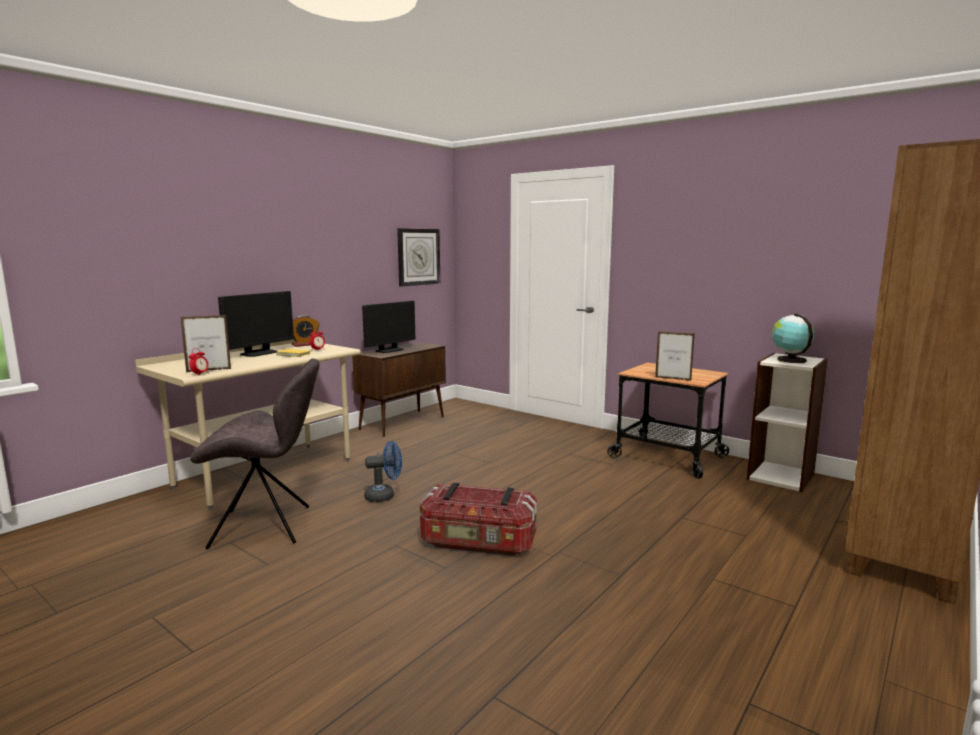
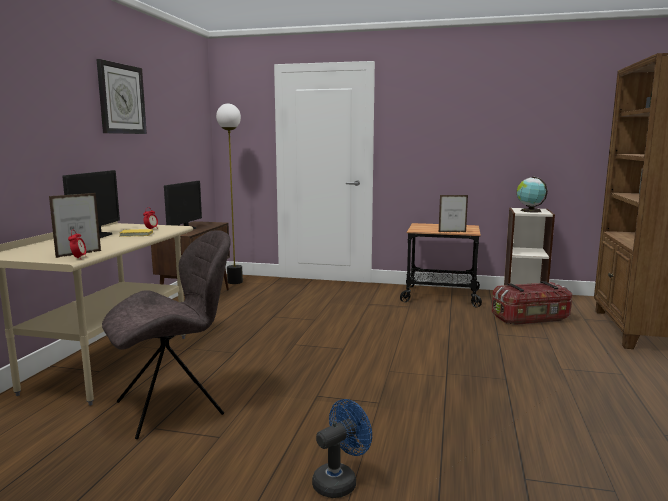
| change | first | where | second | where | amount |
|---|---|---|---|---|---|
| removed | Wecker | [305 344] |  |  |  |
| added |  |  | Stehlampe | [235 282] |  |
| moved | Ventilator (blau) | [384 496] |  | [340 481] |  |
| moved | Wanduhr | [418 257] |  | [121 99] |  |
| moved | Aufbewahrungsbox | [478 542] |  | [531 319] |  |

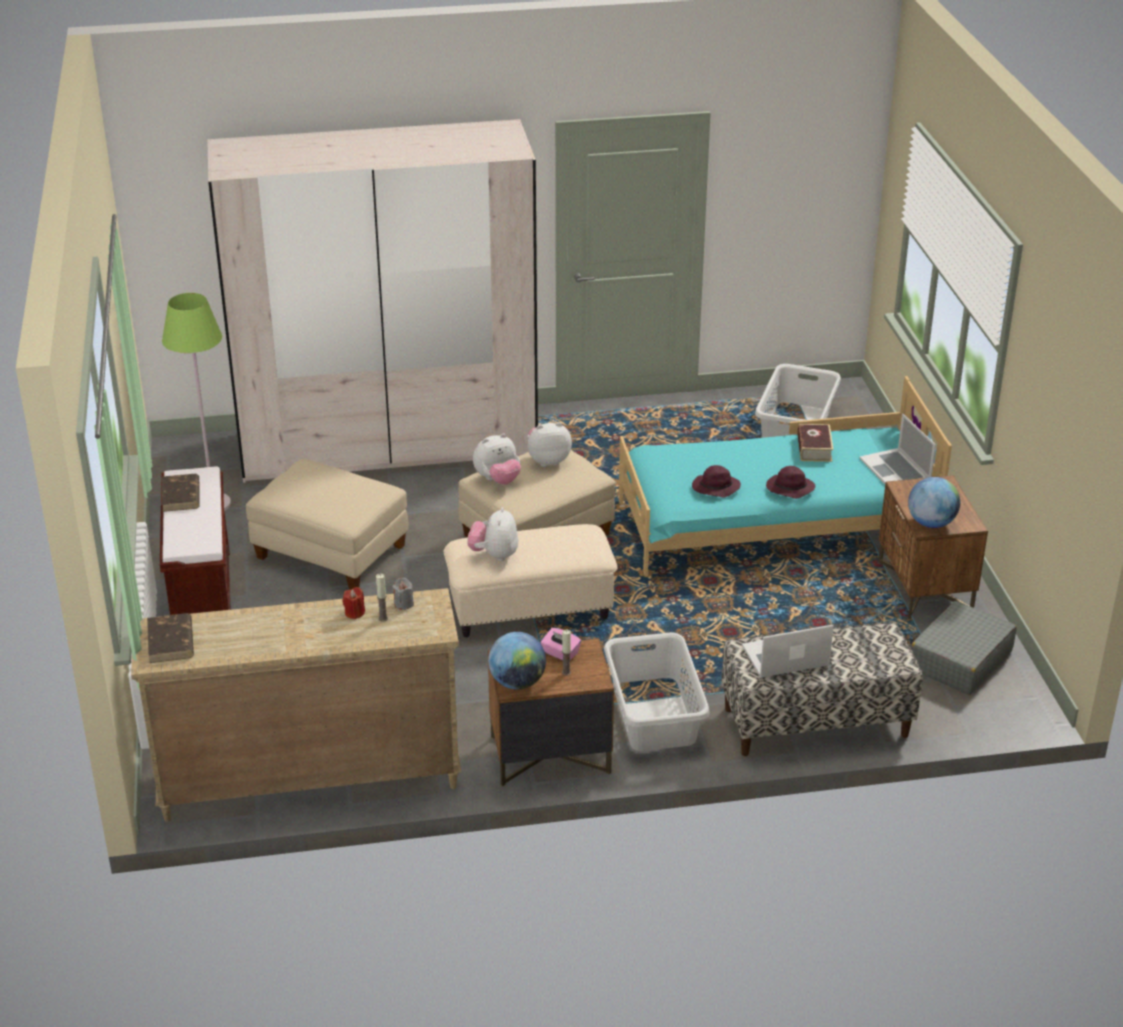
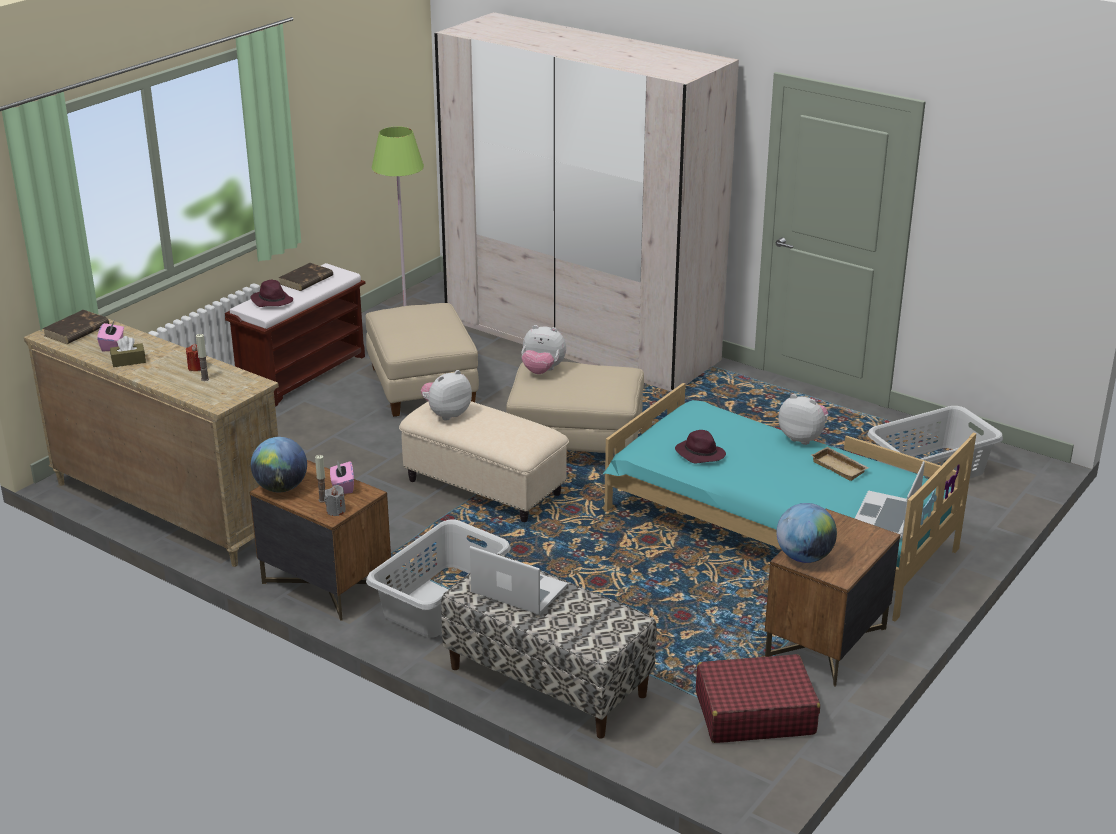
| change | first | where | second | where | amount |
|---|---|---|---|---|---|
| added |  |  | Taschentuchbox (rosa) | [112 345] |  |
| added |  |  | Taschentuchbox (braun) | [128 361] |  |
| moved | Kerze (grau) | [403 604] |  | [336 511] |  |
| moved | Plüschtier | [548 460] |  | [802 438] |  |
| moved | Hut (lila) | [789 489] |  | [271 301] |  |
| replaced | Buch | [814 448] | Tablett (beige) | [840 467] |  |
| recoloured | Koffer (grau) | [959 660] | Koffer (rot) | [754 713] |  |

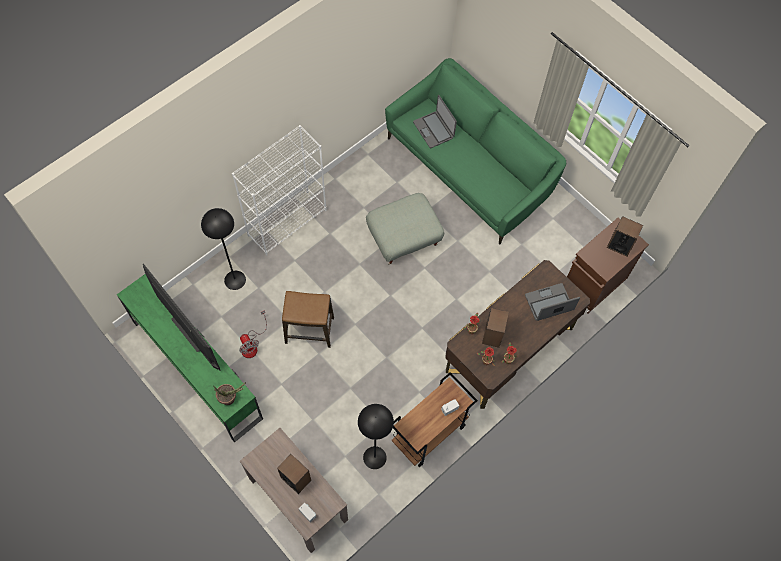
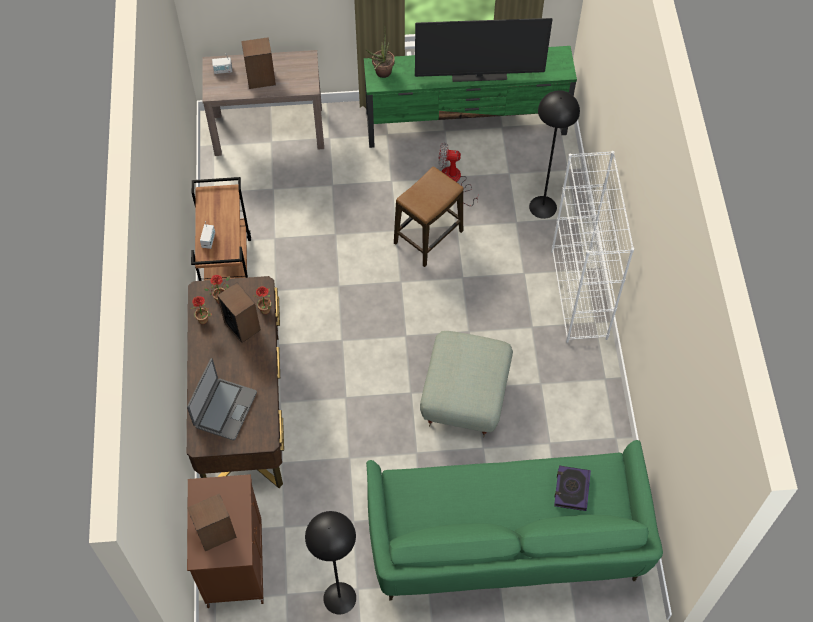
| change | first | where | second | where | amount |
|---|---|---|---|---|---|
| moved | Stehlampe (schwarz) | [375 457] |  | [339 598] |  |
| replaced | Laptop | [434 130] | Buch | [571 489] |  |

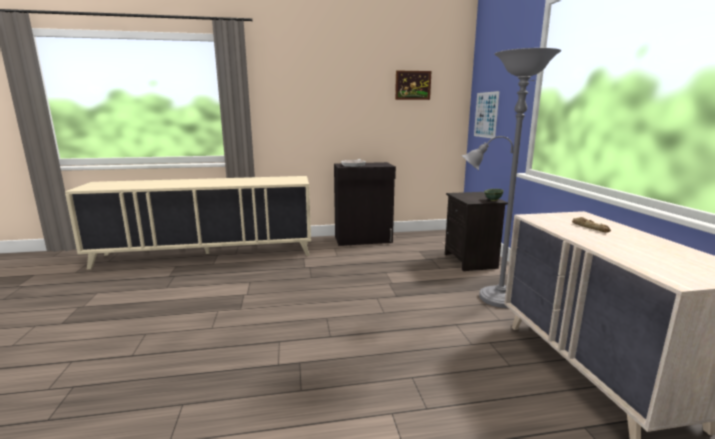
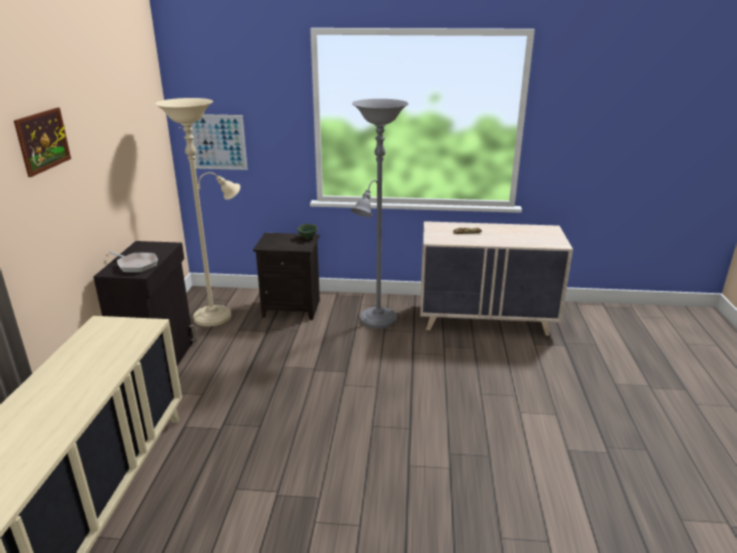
| change | first | where | second | where | amount |
|---|---|---|---|---|---|
| added |  |  | Stehlampe (beige) | [217 315] |  |
| moved | Bild | [413 85] |  | [43 141] |  |

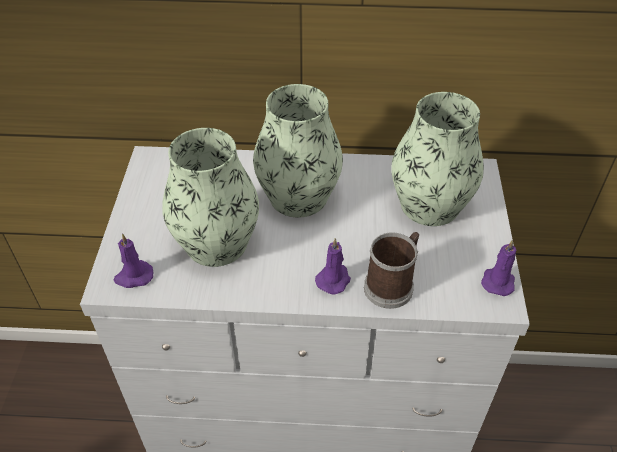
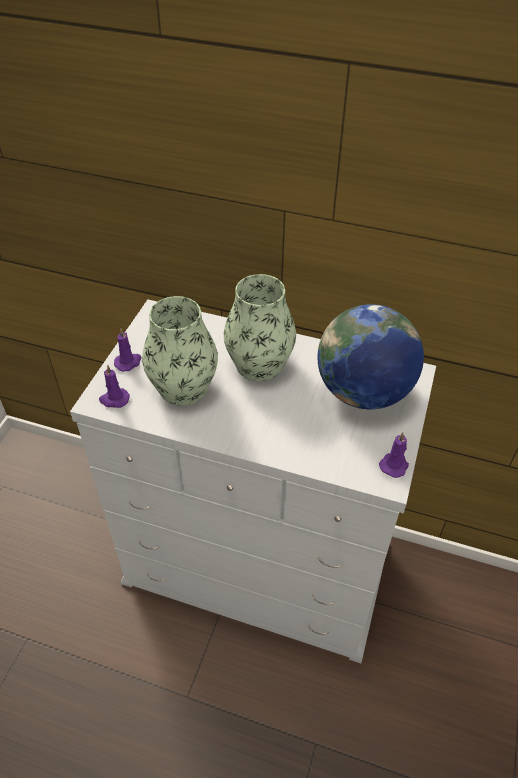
| change | first | where | second | where | amount |
|---|---|---|---|---|---|
| removed | Henkelbecher | [392 285] |  |  |  |
| moved | Kerze (lila) | [334 279] |  | [128 362] |  |
| replaced | Vase | [430 204] | Globus | [363 392] |  |

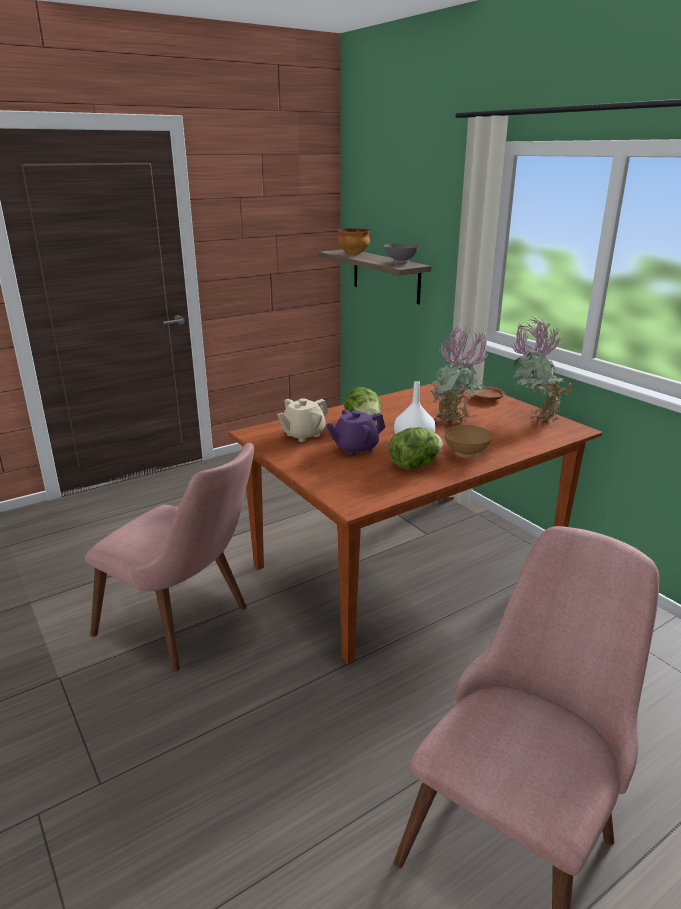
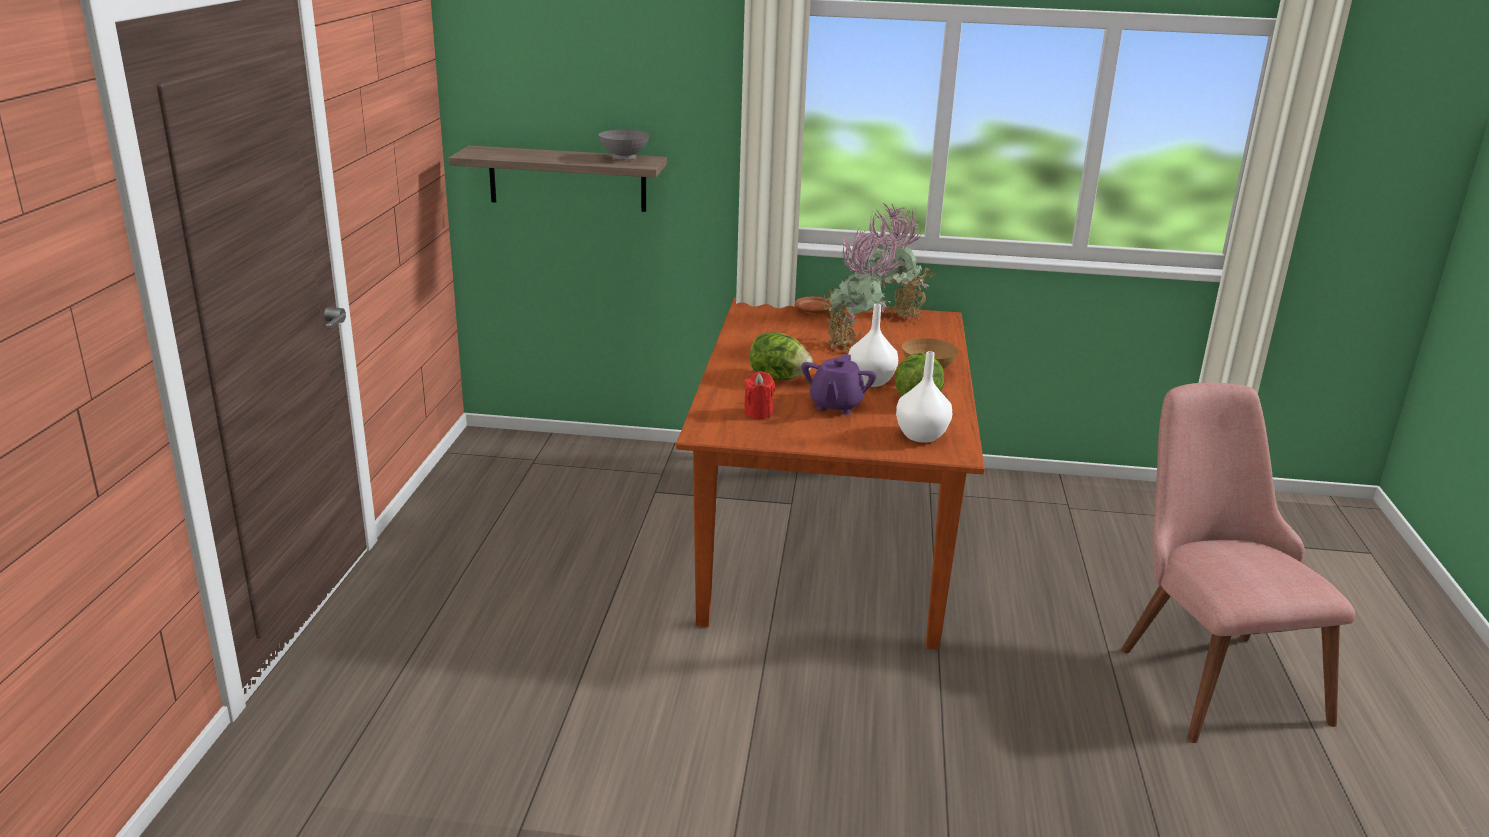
| change | first | where | second | where | amount |
|---|---|---|---|---|---|
| removed | Stuhl (rosa) | [187 625] |  |  |  |
| removed | Schüssel | [353 254] |  |  |  |
| added |  |  | Vase (weiß) | [920 436] |  |
| replaced | Teekanne (beige) | [303 435] | Kerze (rot) | [758 413] |  |

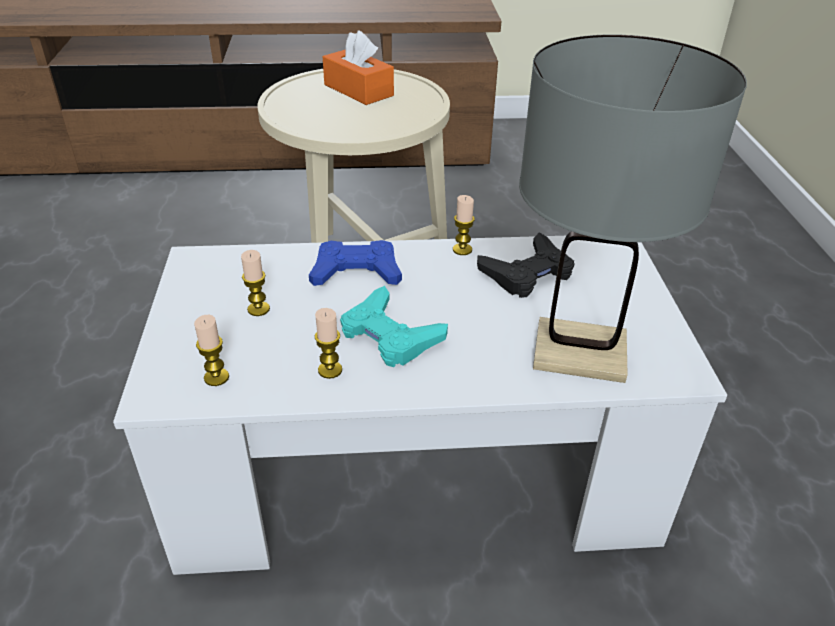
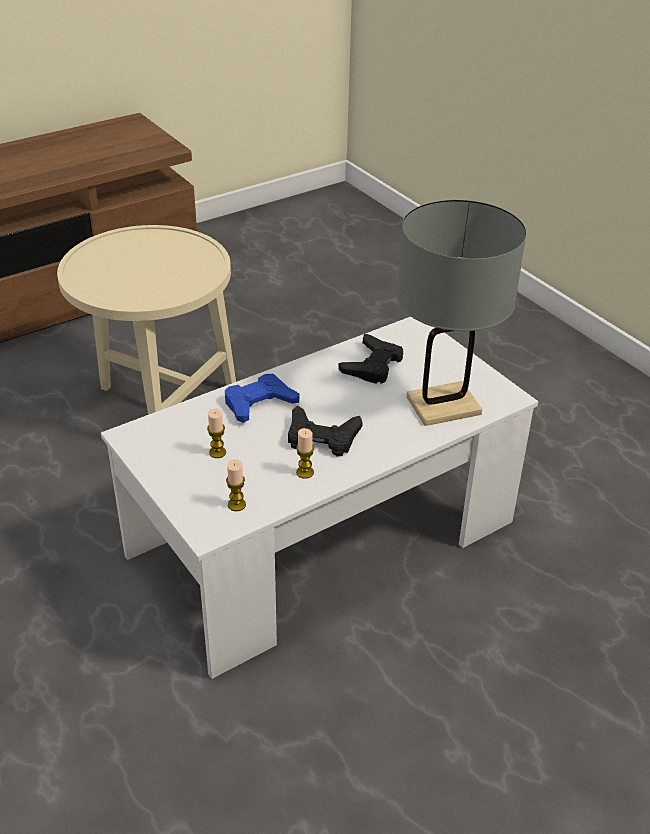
| change | first | where | second | where | amount |
|---|---|---|---|---|---|
| removed | Taschentuchbox (orange) | [358 90] |  |  |  |
| removed | Kerze | [462 249] |  |  |  |
| recoloured | Gamepad (türkis) | [390 335] | Gamepad (schwarz) | [322 437] |  |

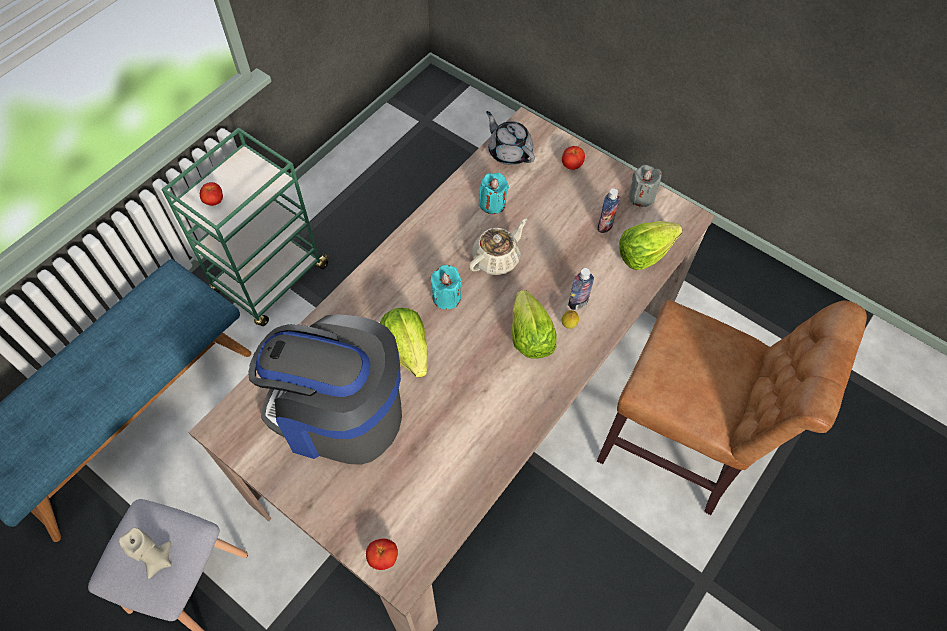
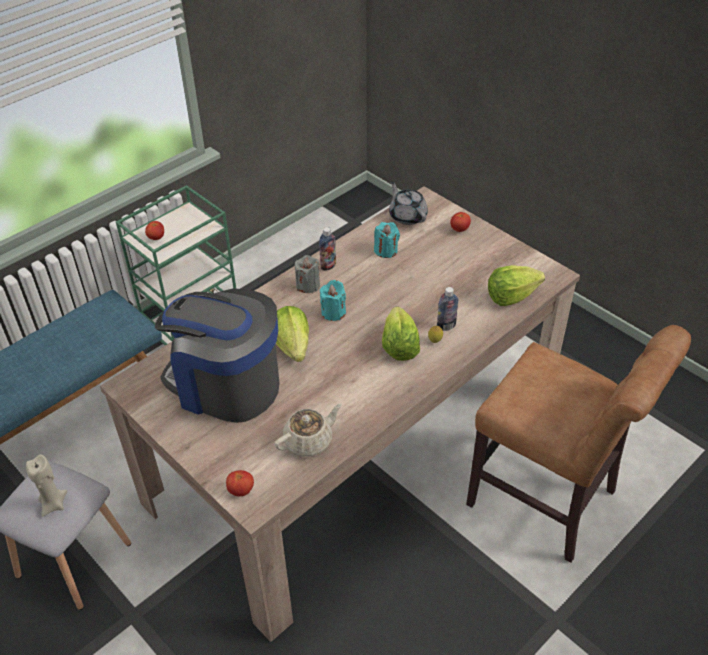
| change | first | where | second | where | amount |
|---|---|---|---|---|---|
| moved | Teekanne (beige) | [497 258] |  | [309 441] |  |
| moved | Flasche | [605 226] |  | [328 266] |  |
| moved | Kerze (grau) | [641 196] |  | [308 285] |  |

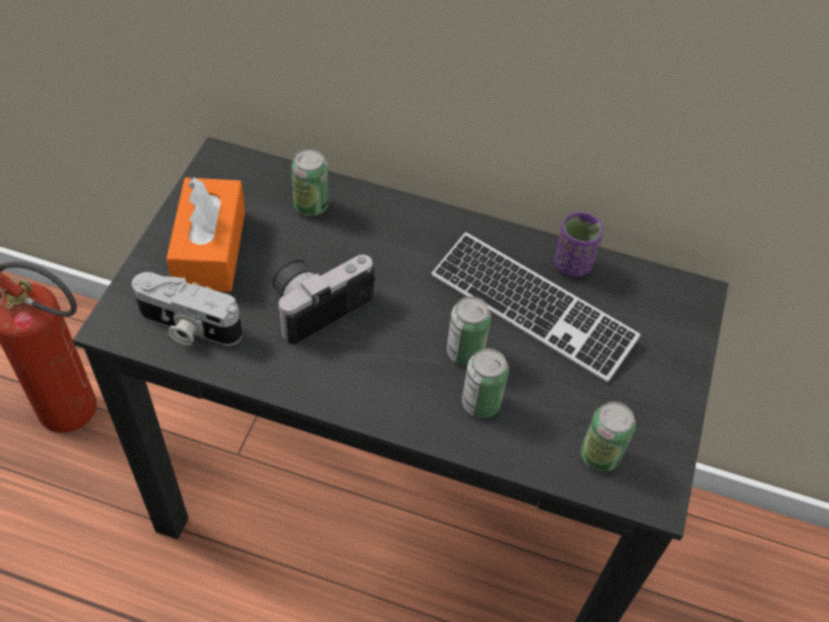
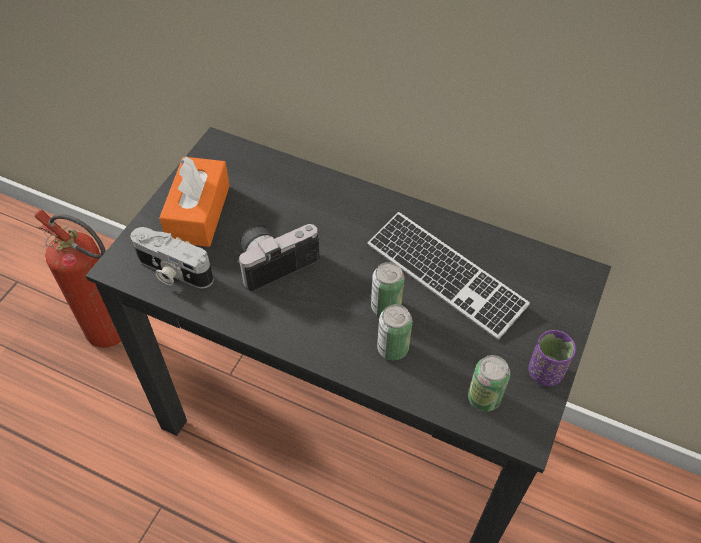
| change | first | where | second | where | amount |
|---|---|---|---|---|---|
| removed | Dose | [311 205] |  |  |  |
| moved | Tasse (lila) | [572 264] |  | [545 372] |  |

